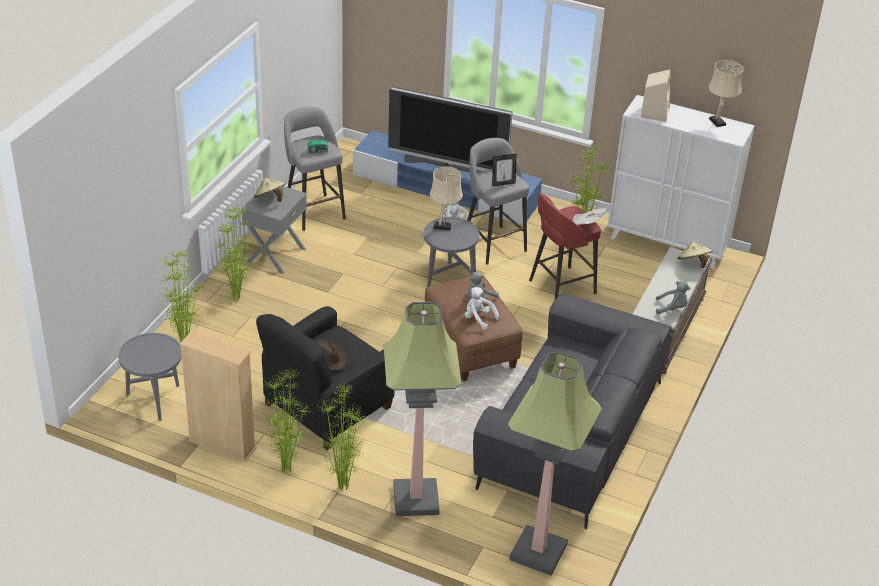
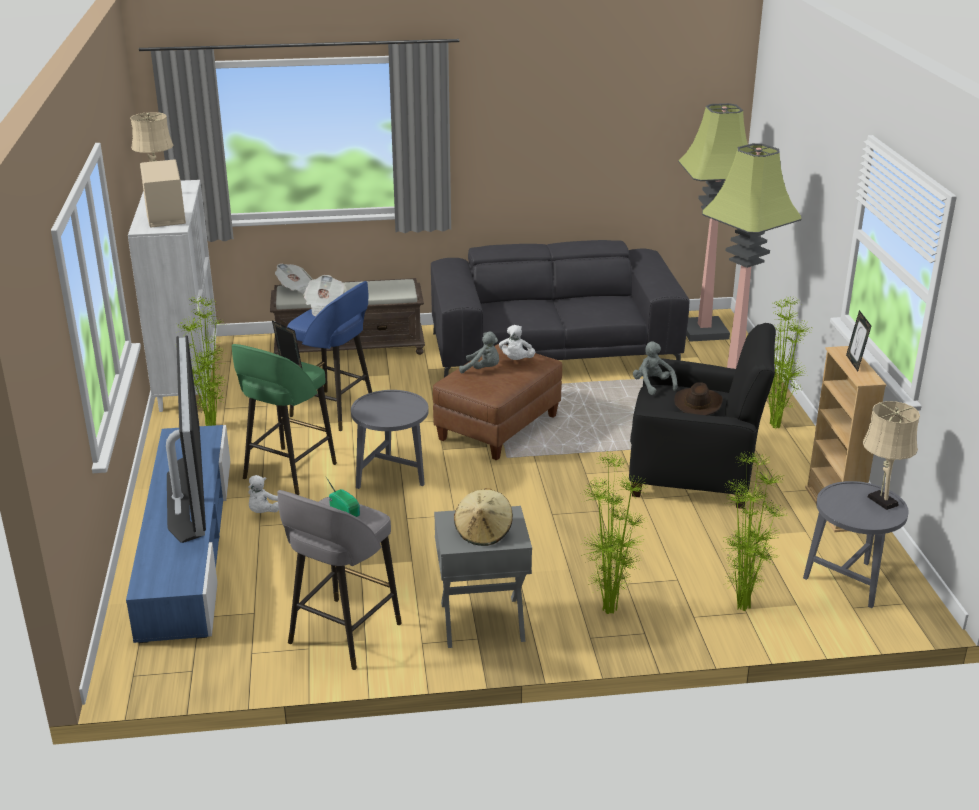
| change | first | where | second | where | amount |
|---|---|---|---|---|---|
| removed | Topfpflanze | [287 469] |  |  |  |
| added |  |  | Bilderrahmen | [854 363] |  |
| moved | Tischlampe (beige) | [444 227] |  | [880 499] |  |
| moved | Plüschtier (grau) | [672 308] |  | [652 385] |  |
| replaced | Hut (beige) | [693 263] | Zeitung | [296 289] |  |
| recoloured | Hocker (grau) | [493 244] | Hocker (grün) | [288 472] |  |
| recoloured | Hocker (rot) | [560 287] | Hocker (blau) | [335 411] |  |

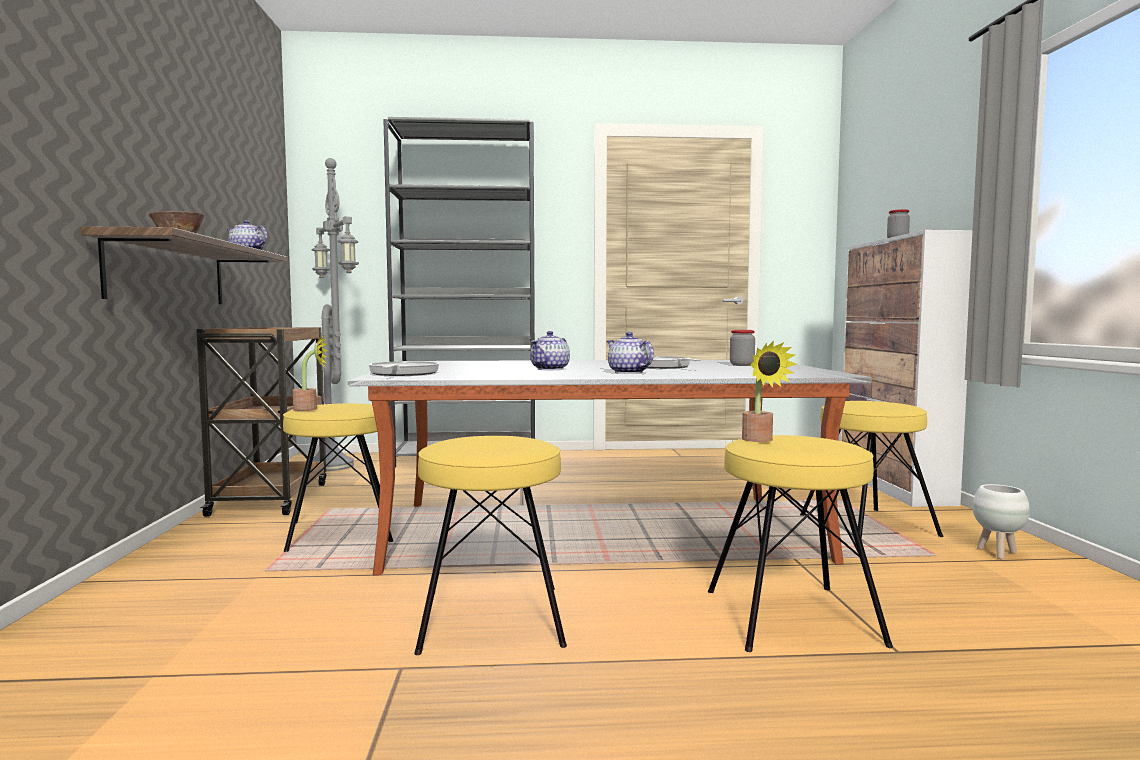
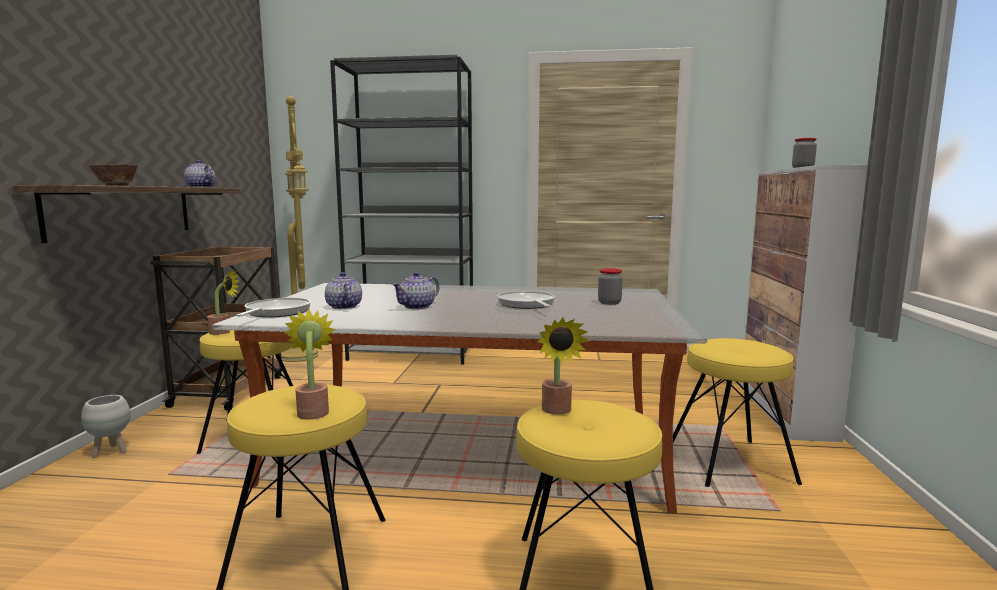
| change | first | where | second | where | amount |
|---|---|---|---|---|---|
| added |  |  | Topfpflanze | [313 411] |  |
| moved | Teekanne | [628 372] |  | [343 307] |  |
| moved | Pflanzkübel (weiß) | [997 553] |  | [111 452] |  |
| recoloured | Stehlampe (grau) | [333 466] | Stehlampe (gelb) | [301 356] |  |

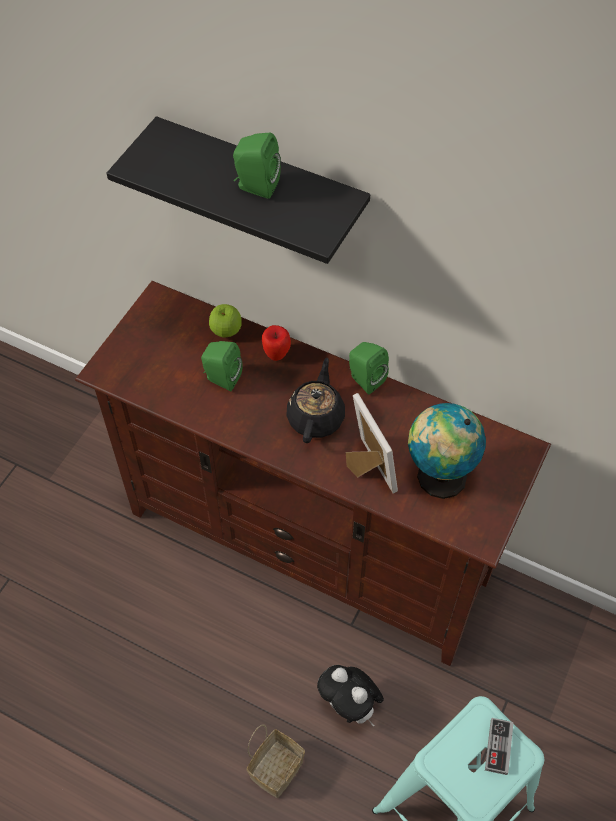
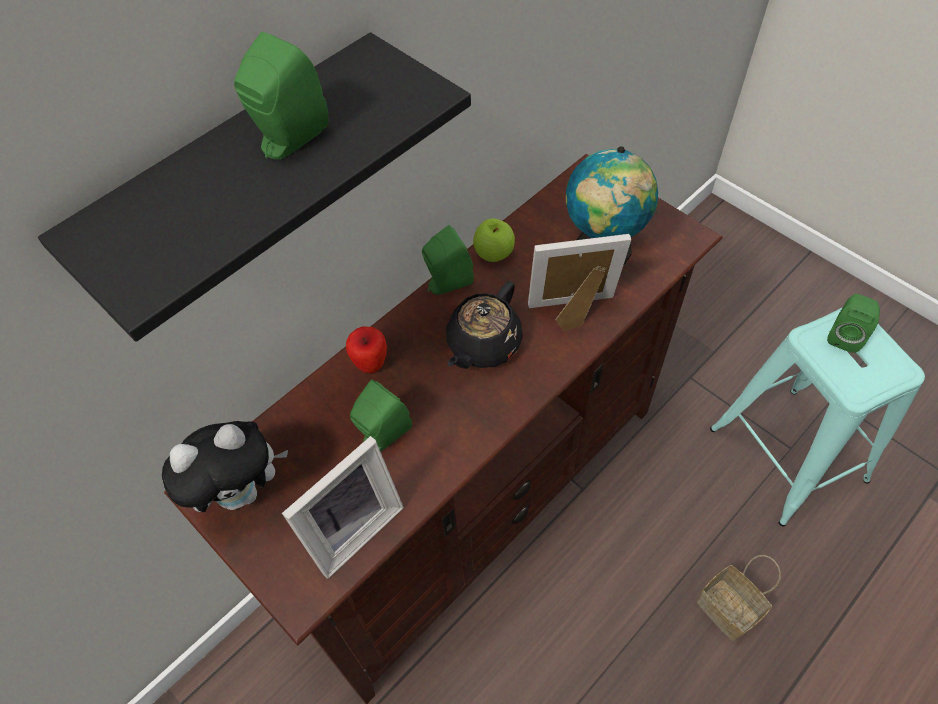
| change | first | where | second | where | amount |
|---|---|---|---|---|---|
| added |  |  | Bilderrahmen | [351 527] |  |
| moved | Apfel | [226 331] |  | [494 254] |  |
| moved | Plüschtier | [350 706] |  | [242 491] |  |
| replaced | Gamepad | [498 747] | Lautsprecher (grün) | [845 335] |  |
| turned | Teekanne (schwarz) | [316 417] |  | [483 345] | 90 degrees counterclockwise |

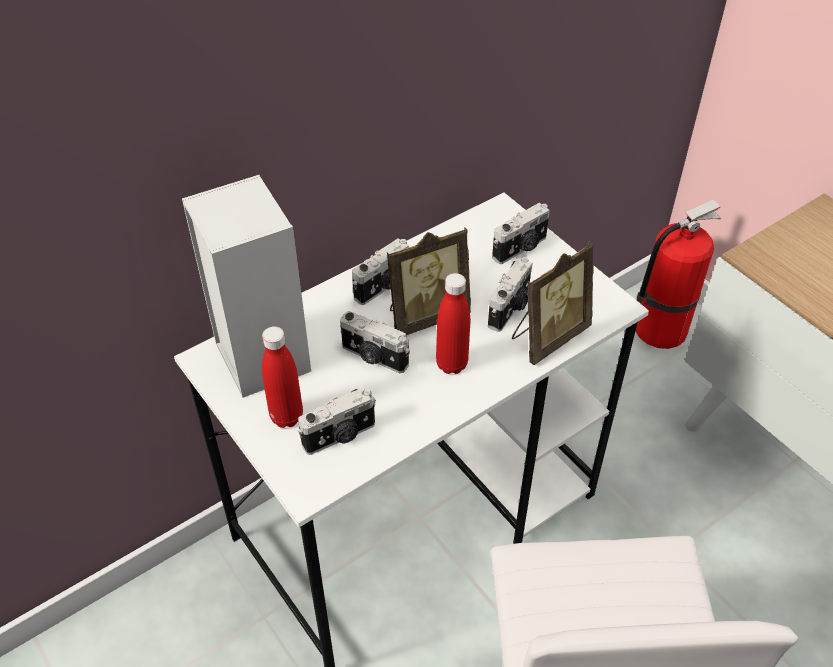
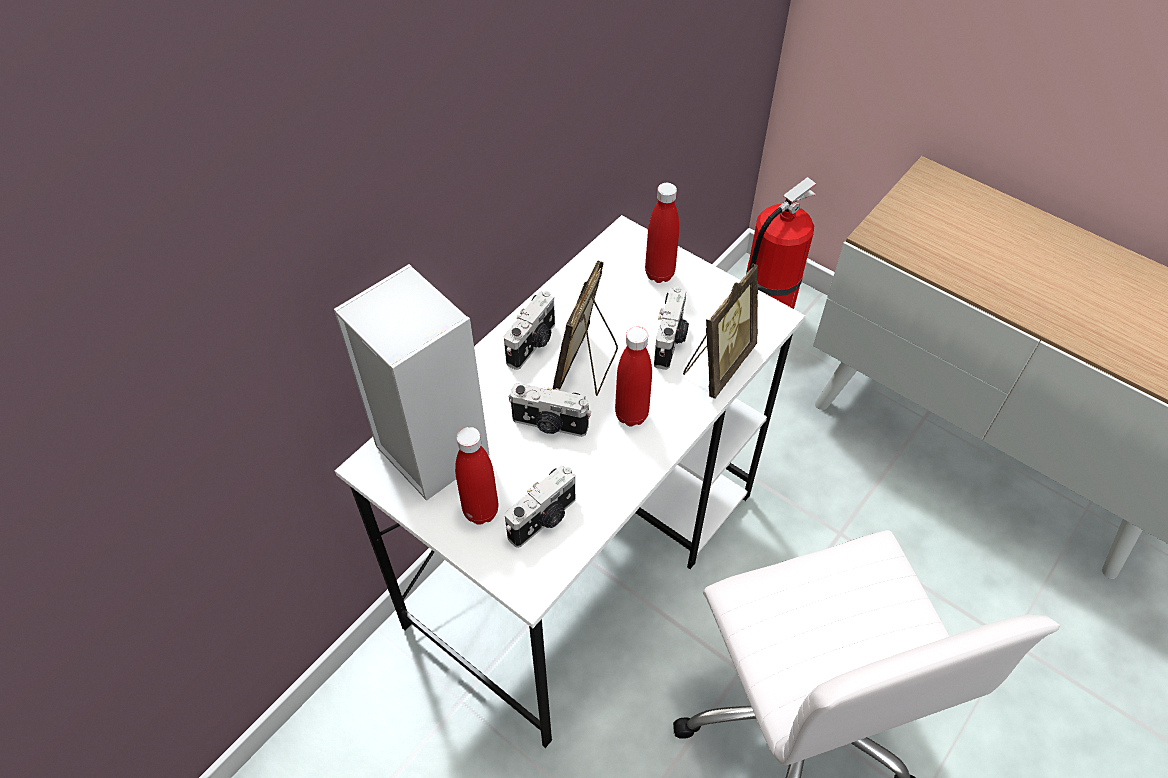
| change | first | where | second | where | amount |
|---|---|---|---|---|---|
| replaced | Kamera | [521 248] | Flasche (rot) | [659 274] |  |
| turned | Bilderrahmen | [425 315] |  | [587 367] | 150 degrees clockwise |

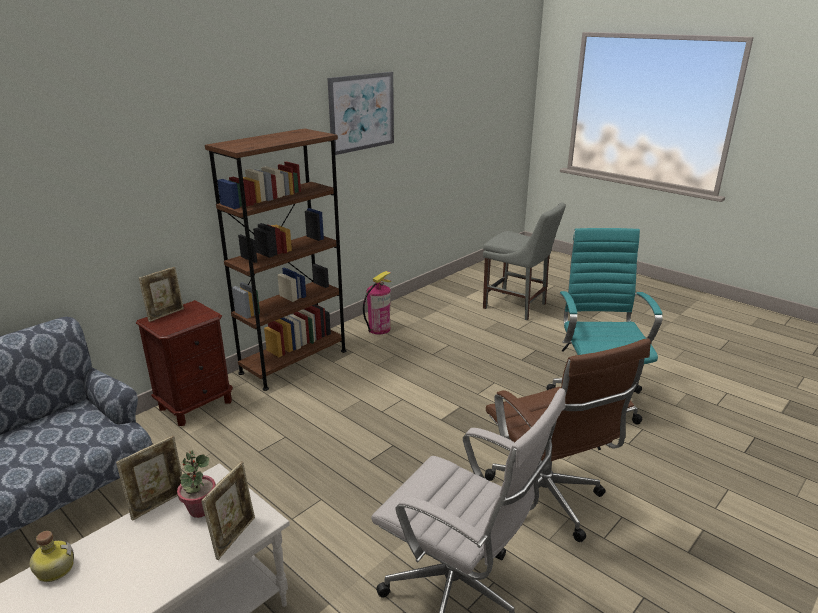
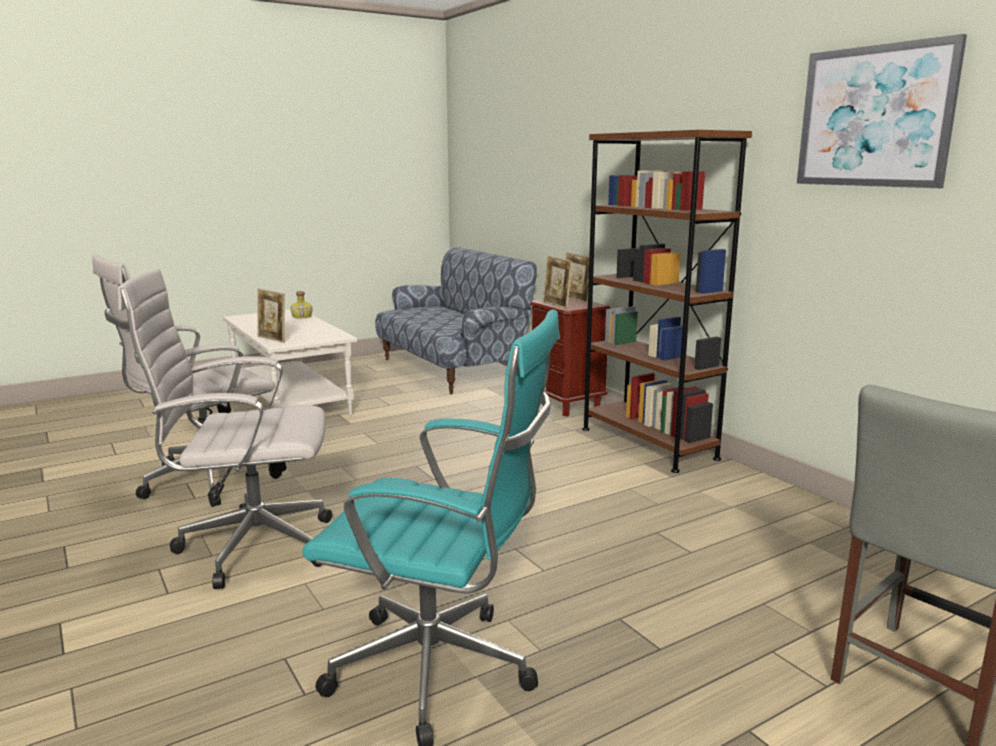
| change | first | where | second | where | amount |
|---|---|---|---|---|---|
| removed | Topfpflanze | [200 509] |  |  |  |
| removed | Feuerlöscher | [379 329] |  |  |  |
| moved | Bilderrahmen | [159 503] |  | [556 305] |  |
| recoloured | Bürostuhl (braun) | [546 503] | Bürostuhl (weiß) | [249 547] |  |

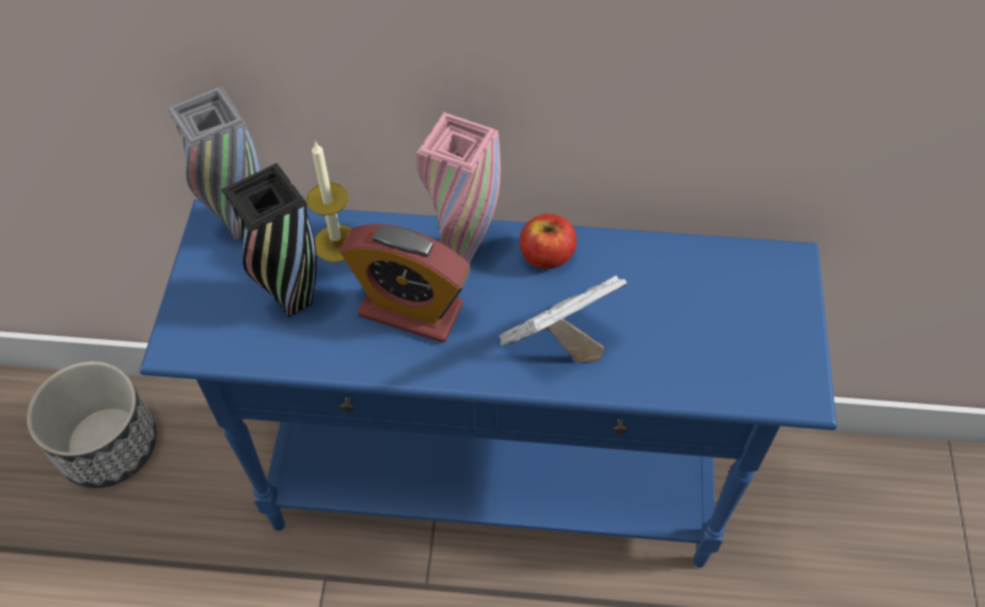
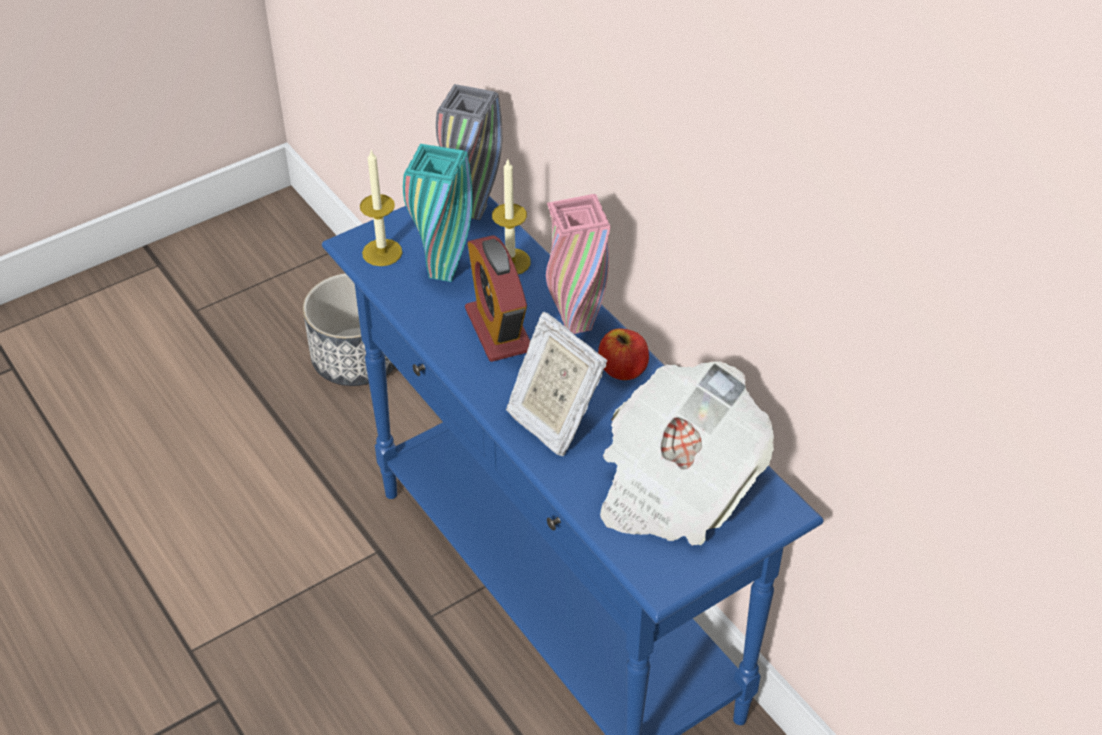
| change | first | where | second | where | amount |
|---|---|---|---|---|---|
| added |  |  | Kerze | [382 252] |  |
| added |  |  | Zeitung | [675 485] |  |
| recoloured | Vase (schwarz) | [293 301] | Vase (türkis) | [443 272] |  |
| turned | Bilderrahmen | [556 344] |  | [553 419] | 150 degrees counterclockwise |

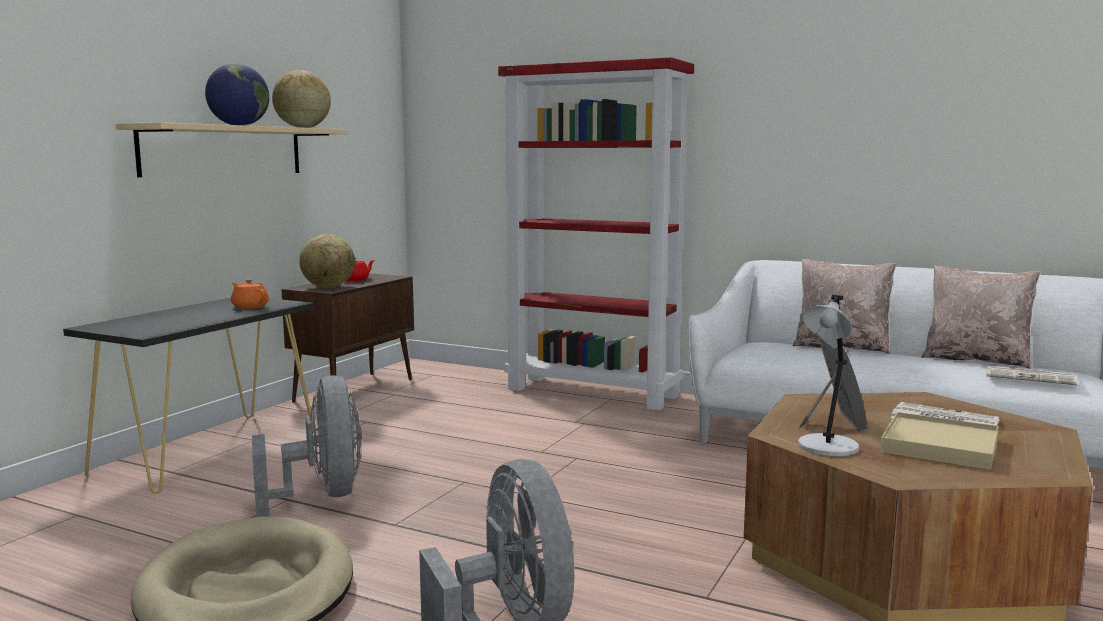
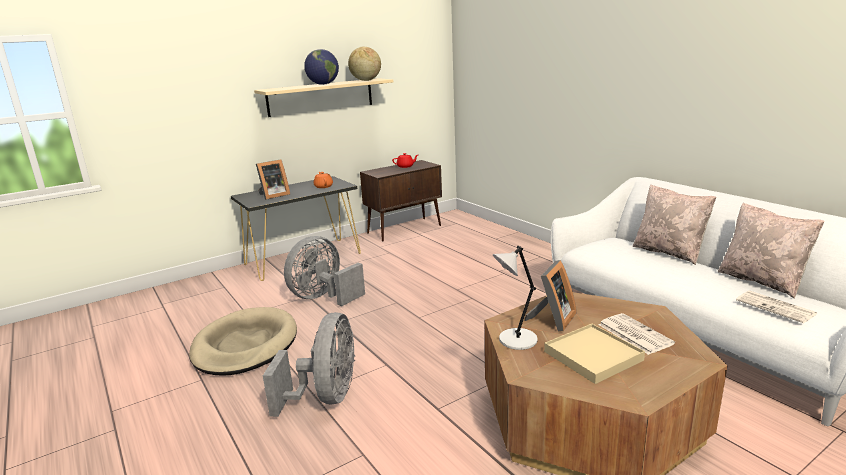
| change | first | where | second | where | amount |
|---|---|---|---|---|---|
| removed | Globus | [329 287] |  |  |  |
| removed | Bücherregal (rot) | [594 392] |  |  |  |
| added |  |  | Bilderrahmen | [273 195] |  |
| turned | Ventilator (grau) | [321 496] |  | [323 297] | 150 degrees counterclockwise |

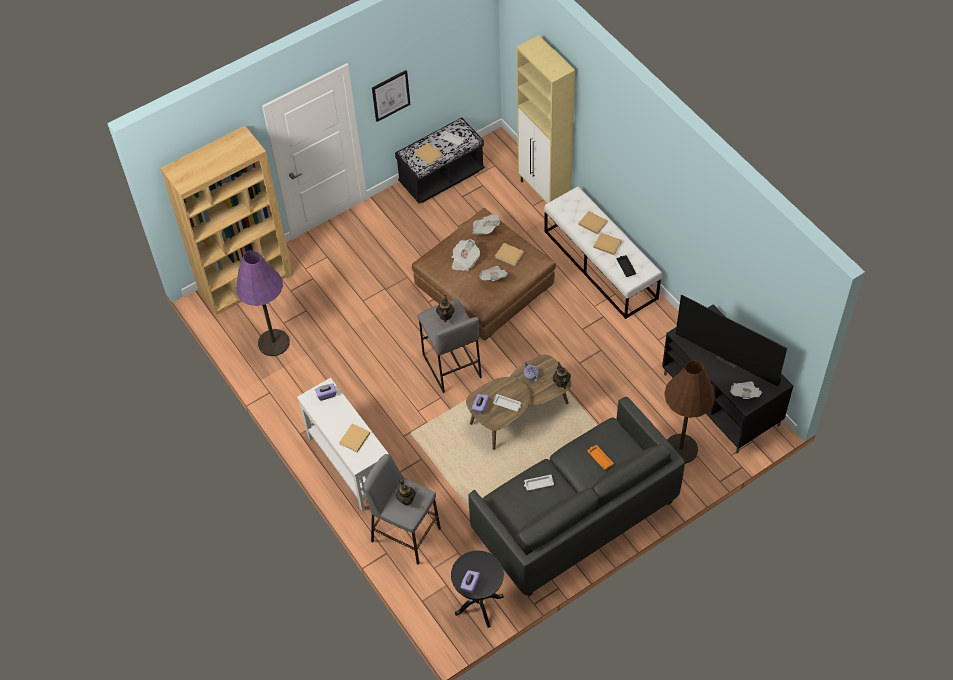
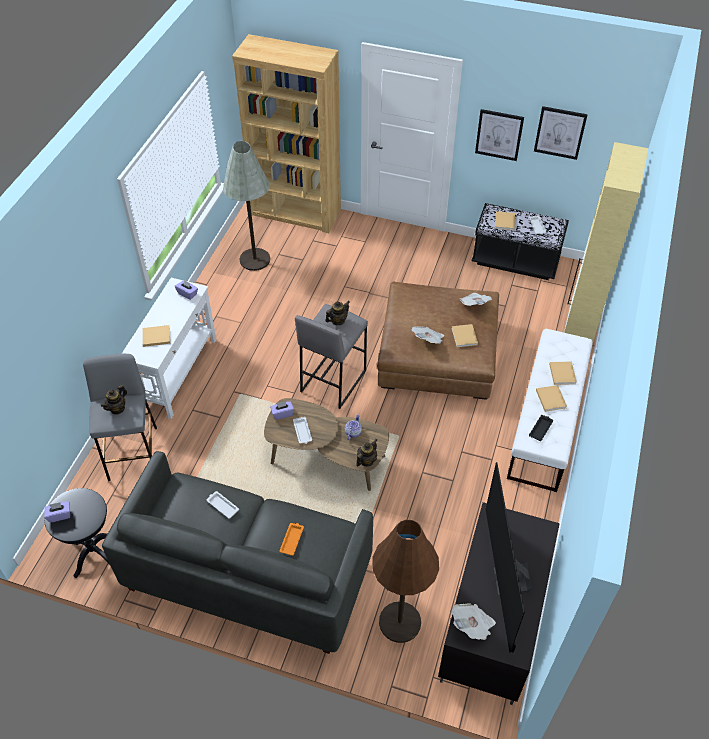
| change | first | where | second | where | amount |
|---|---|---|---|---|---|
| removed | Zeitung | [464 261] |  |  |  |
| added |  |  | Bild | [560 132] |  |
| recoloured | Stehlampe (lila) | [273 343] | Stehlampe (grau) | [255 259] |  |

